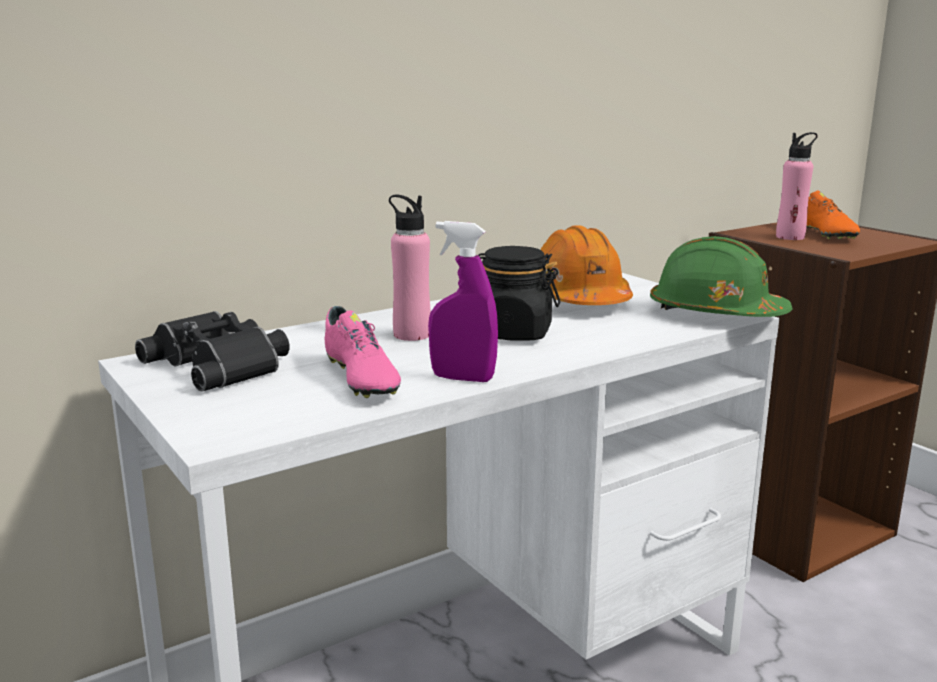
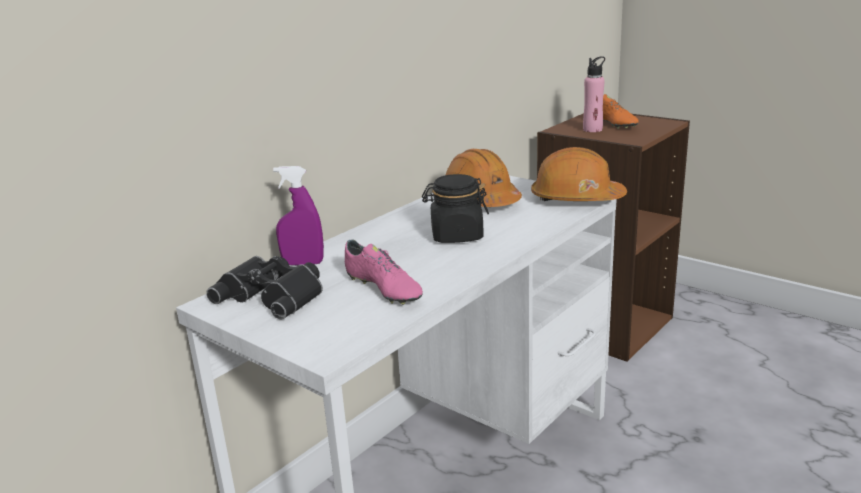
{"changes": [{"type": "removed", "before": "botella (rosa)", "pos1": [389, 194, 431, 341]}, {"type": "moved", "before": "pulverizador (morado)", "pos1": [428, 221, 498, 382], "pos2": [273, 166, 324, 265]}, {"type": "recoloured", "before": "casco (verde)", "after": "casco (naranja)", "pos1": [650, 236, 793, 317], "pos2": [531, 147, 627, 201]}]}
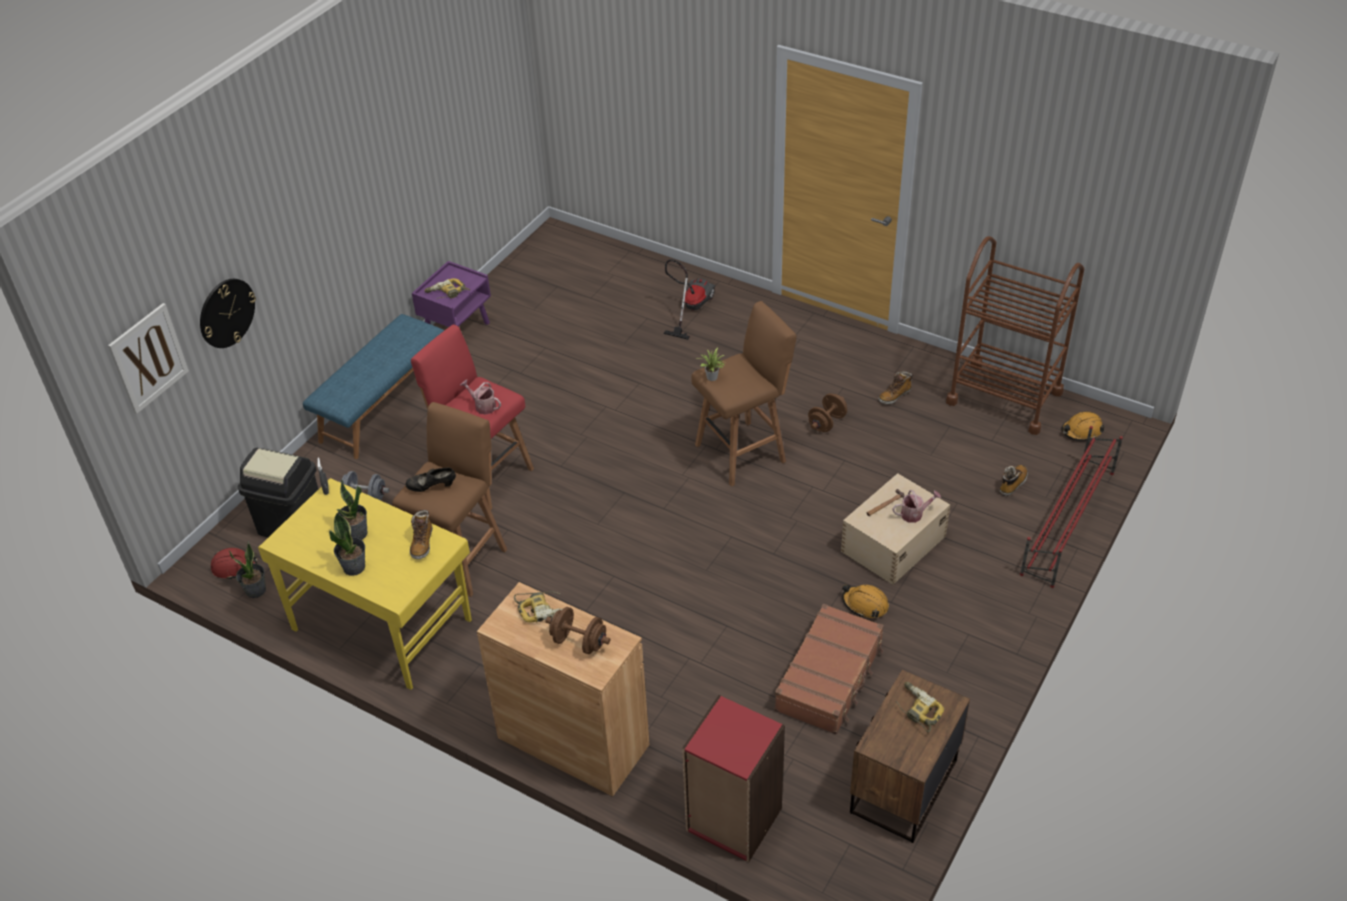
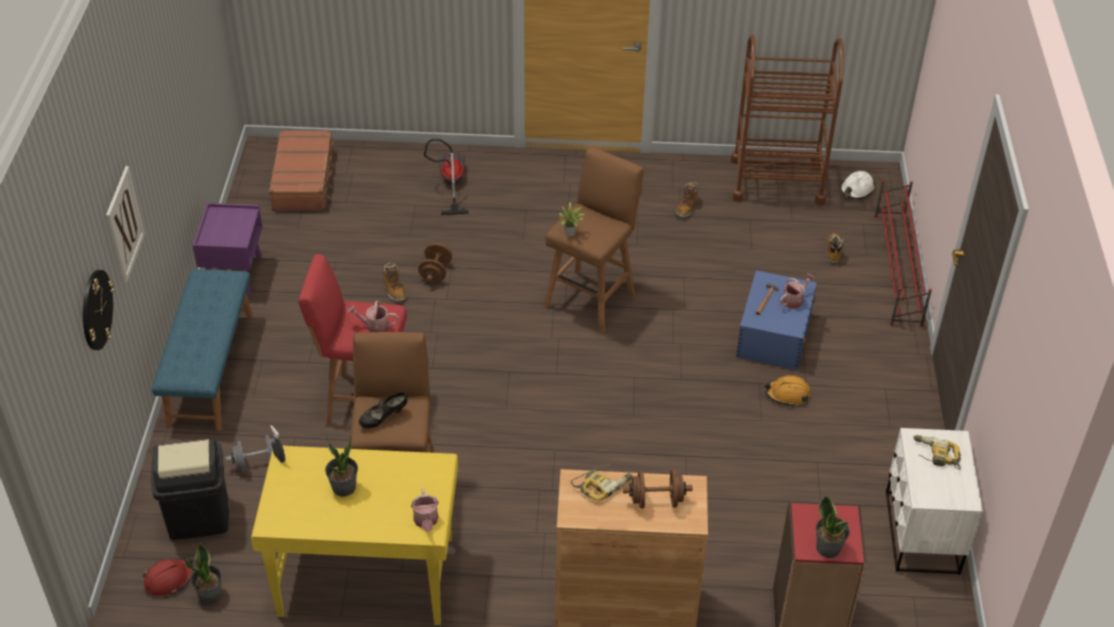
{"changes": [{"type": "removed", "before": "taladro", "pos1": [424, 278, 470, 299]}, {"type": "moved", "before": "cuadro", "pos1": [108, 303, 189, 414], "pos2": [106, 166, 145, 284]}, {"type": "moved", "before": "mancuerna (marrón)", "pos1": [808, 393, 847, 432], "pos2": [418, 243, 452, 283]}, {"type": "recoloured", "before": "casco (naranja)", "after": "casco (blanco)", "pos1": [1061, 412, 1104, 441], "pos2": [840, 171, 876, 199]}, {"type": "recoloured", "before": "caja de almacenaje (beis)", "after": "caja de almacenaje (azul)", "pos1": [841, 473, 951, 585], "pos2": [736, 270, 817, 370]}, {"type": "moved", "before": "bota", "pos1": [410, 510, 433, 559], "pos2": [383, 262, 406, 301]}, {"type": "moved", "before": "planta en maceta", "pos1": [329, 513, 365, 576], "pos2": [816, 496, 850, 558]}, {"type": "moved", "before": "maleta (marrón)", "pos1": [774, 604, 884, 734], "pos2": [269, 130, 337, 211]}, {"type": "recoloured", "before": "mesita de noche (marrón)", "after": "mesita de noche (blanco)", "pos1": [850, 670, 970, 843], "pos2": [886, 428, 983, 575]}, {"type": "added", "after": "regadera", "pos2": [411, 488, 439, 532]}]}
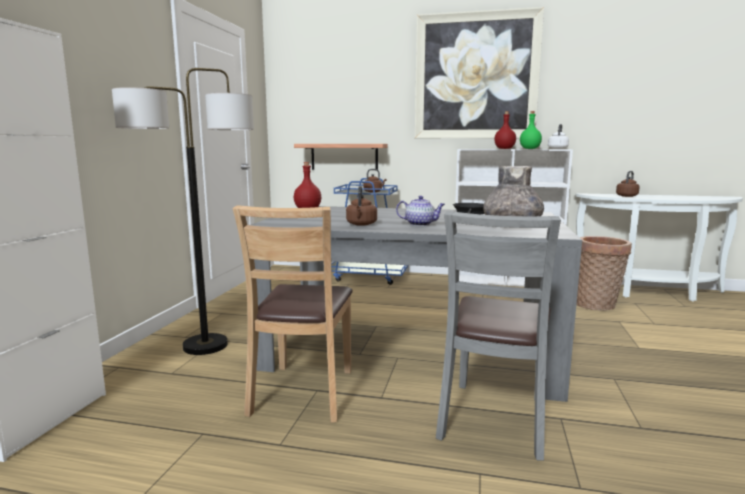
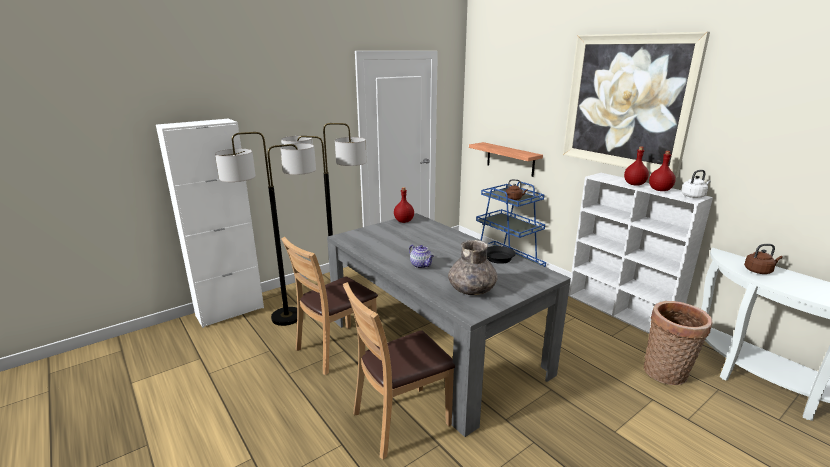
{"changes": [{"type": "recoloured", "before": "botella (verde)", "after": "botella (rojo)", "pos1": [520, 111, 542, 149], "pos2": [649, 151, 676, 191]}, {"type": "removed", "before": "hervidor (marrón)", "pos1": [346, 185, 377, 226]}, {"type": "recoloured", "before": "silla (gris)", "after": "silla (marrón)", "pos1": [436, 211, 561, 461], "pos2": [343, 282, 455, 460]}, {"type": "added", "after": "lámpara de pie", "pos2": [215, 132, 316, 326]}]}
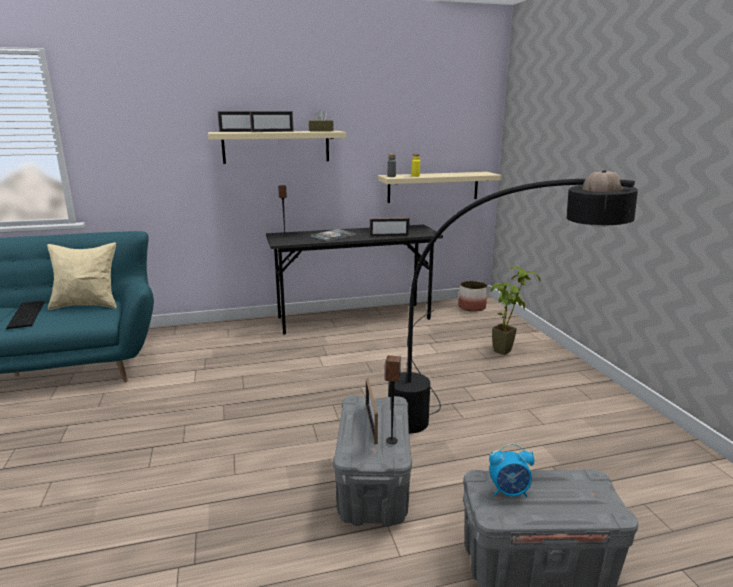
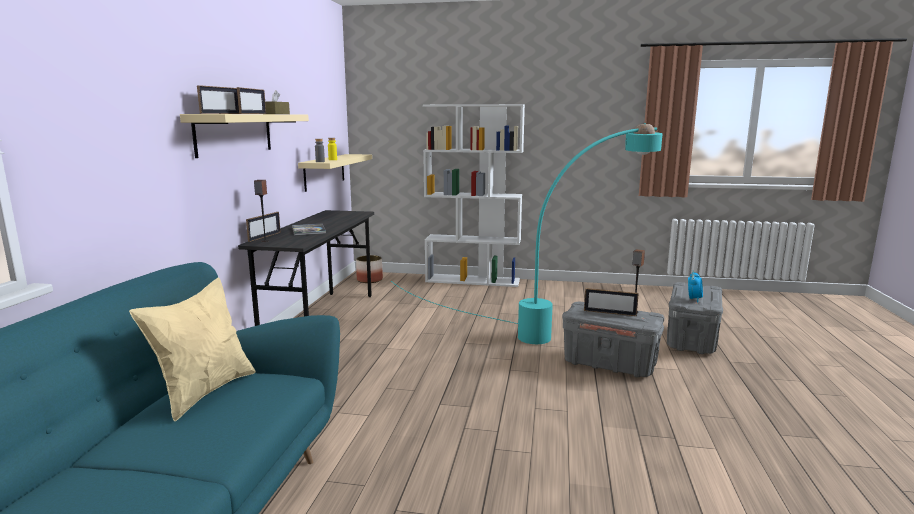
{"changes": [{"type": "recoloured", "before": "lámpara de pie (negro)", "after": "lámpara de pie (turquesa)", "pos1": [388, 170, 638, 433], "pos2": [391, 123, 662, 344]}, {"type": "moved", "before": "portarretratos", "pos1": [370, 218, 410, 237], "pos2": [246, 212, 281, 242]}, {"type": "removed", "before": "planta en maceta", "pos1": [491, 266, 541, 355]}, {"type": "removed", "before": "teclado", "pos1": [6, 301, 45, 329]}, {"type": "added", "after": "estantería (blanco)", "pos2": [423, 104, 525, 287]}]}
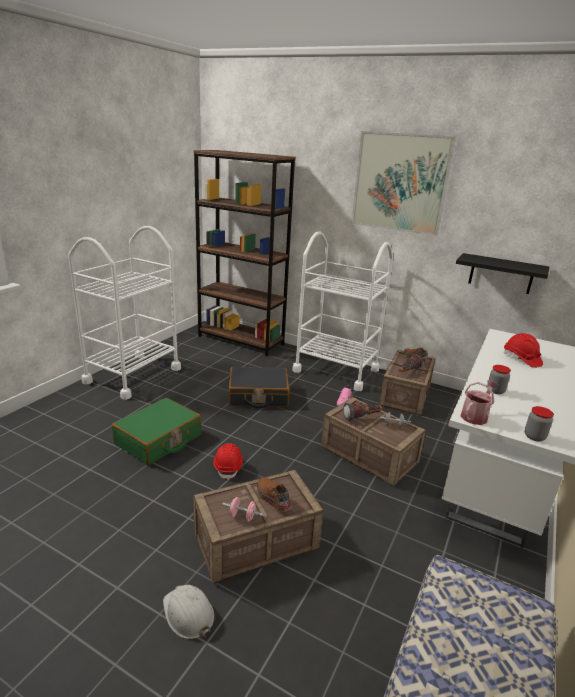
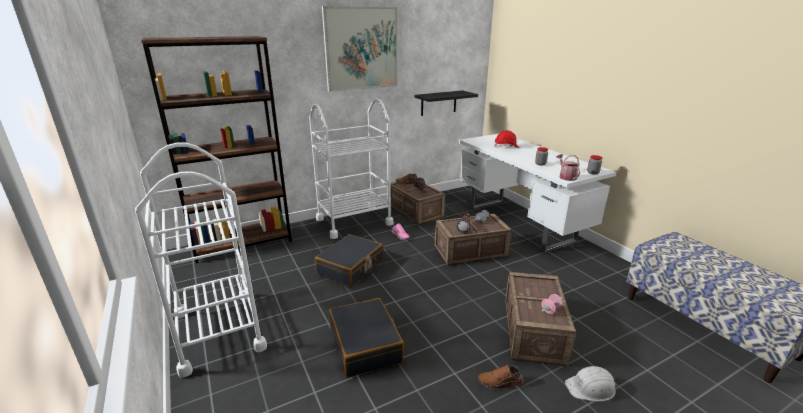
{"changes": [{"type": "recoloured", "before": "maleta (verde)", "after": "maleta (negro)", "pos1": [112, 398, 202, 465], "pos2": [329, 298, 404, 378]}, {"type": "removed", "before": "casco (rojo)", "pos1": [213, 444, 243, 480]}, {"type": "moved", "before": "zapato (marrón)", "pos1": [257, 477, 291, 512], "pos2": [478, 365, 524, 390]}]}
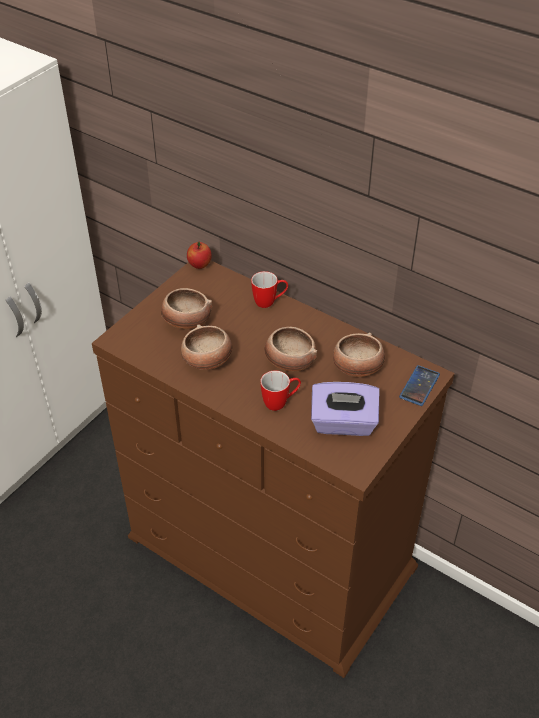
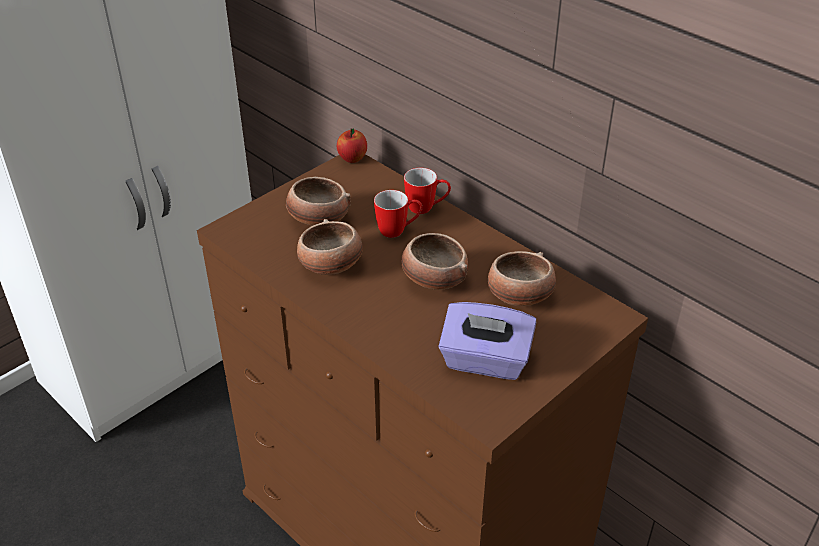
{"changes": [{"type": "removed", "before": "móvil", "pos1": [399, 365, 440, 406]}, {"type": "moved", "before": "taza grande", "pos1": [261, 370, 301, 411], "pos2": [374, 190, 422, 238]}]}
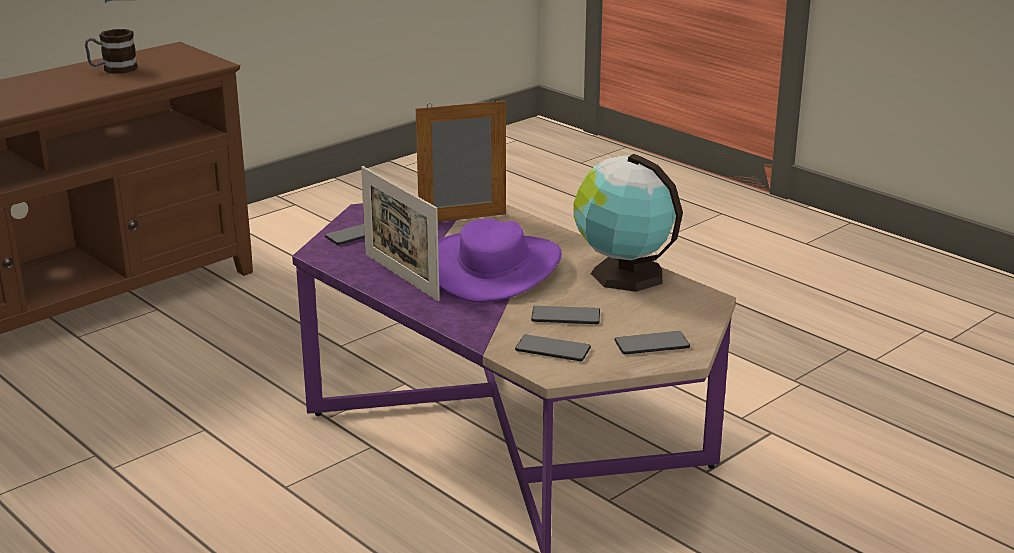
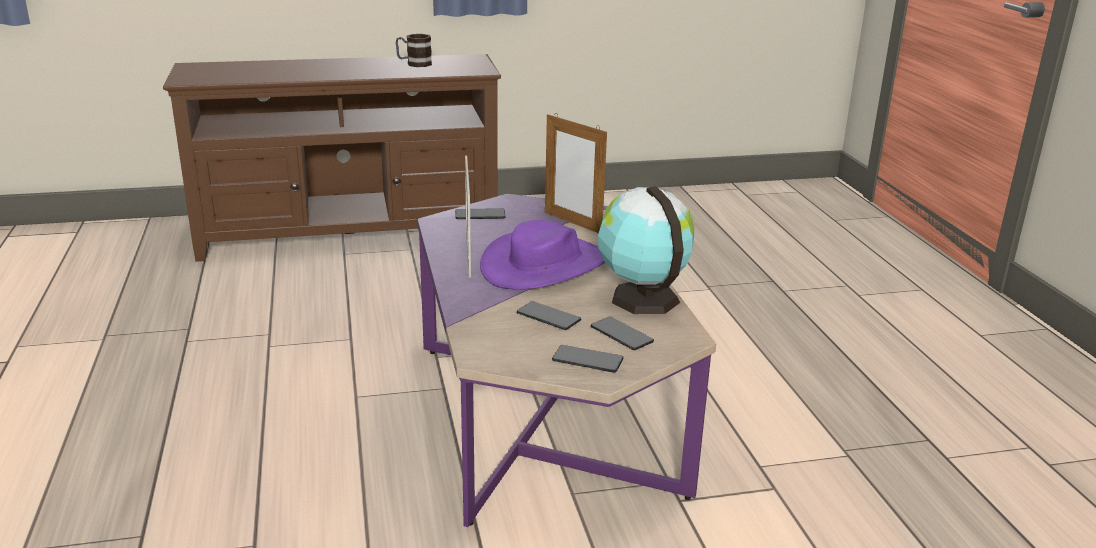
{"changes": [{"type": "turned", "before": "portarretratos", "pos1": [416, 98, 506, 222], "pos2": [545, 113, 607, 233], "turn": -150}, {"type": "moved", "before": "móvil", "pos1": [515, 334, 591, 361], "pos2": [591, 317, 654, 350]}]}
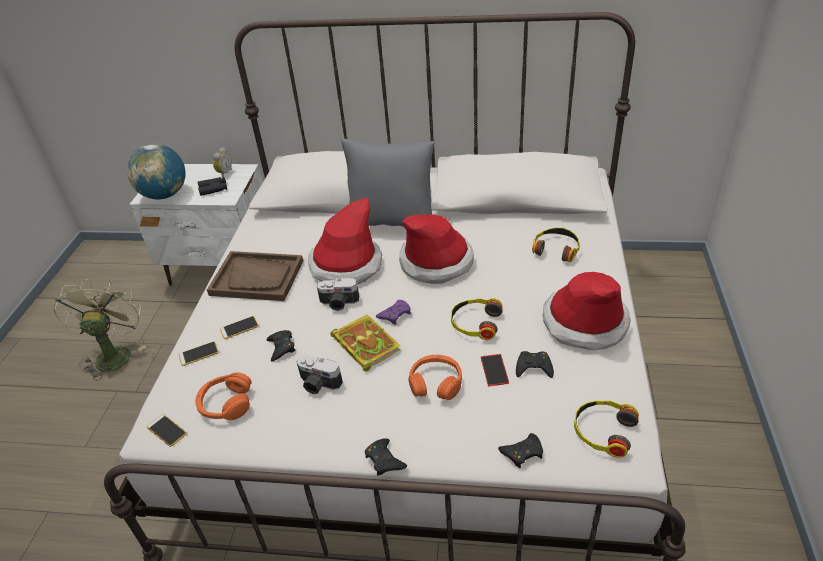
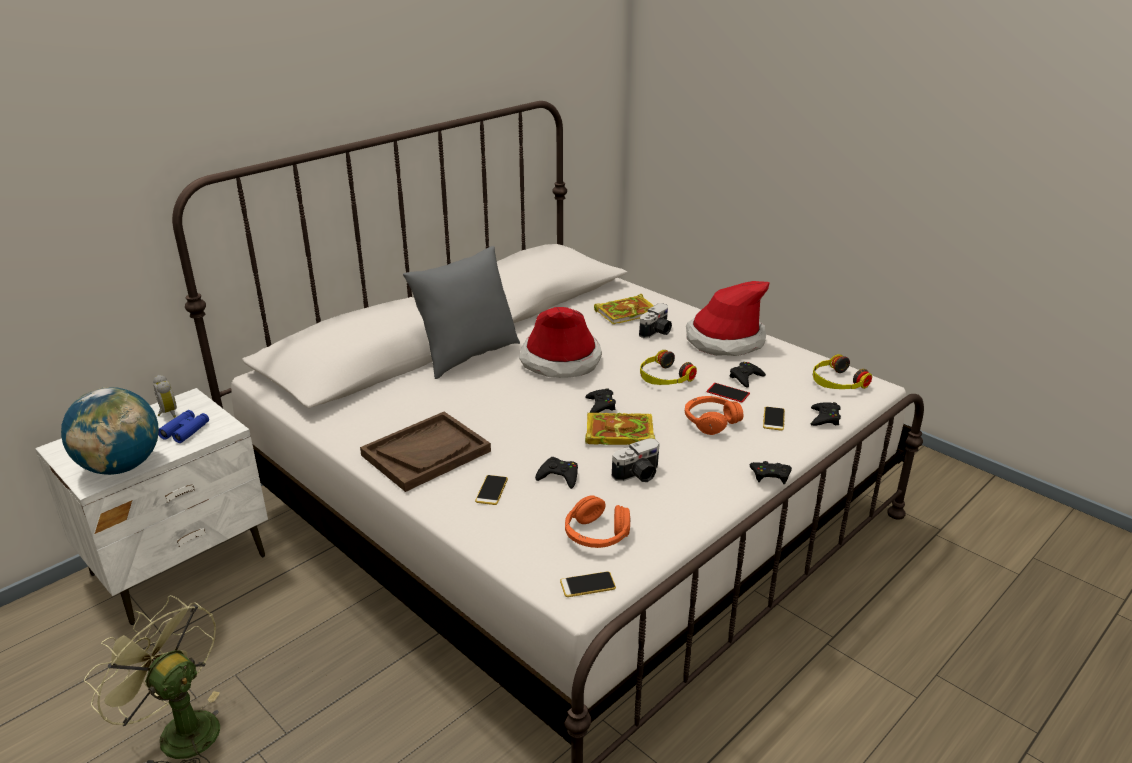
{"changes": [{"type": "recoloured", "before": "prismáticos (negro)", "after": "prismáticos (azul)", "pos1": [198, 177, 227, 196], "pos2": [158, 410, 209, 443]}, {"type": "removed", "before": "sombrero", "pos1": [309, 197, 382, 285]}, {"type": "replaced", "before": "auriculares", "after": "libro", "pos1": [532, 227, 580, 262], "pos2": [594, 294, 654, 324]}, {"type": "moved", "before": "cámara", "pos1": [317, 278, 359, 311], "pos2": [639, 303, 672, 338]}, {"type": "recoloured", "before": "mando de consola (morado)", "after": "mando de consola (negro)", "pos1": [376, 300, 411, 325], "pos2": [585, 388, 616, 413]}, {"type": "moved", "before": "móvil", "pos1": [179, 342, 219, 366], "pos2": [763, 407, 785, 431]}]}
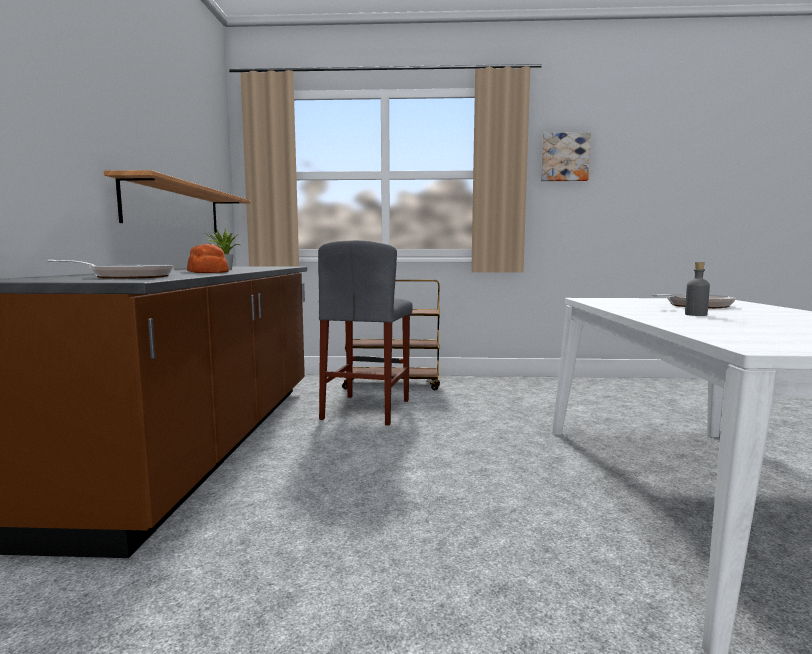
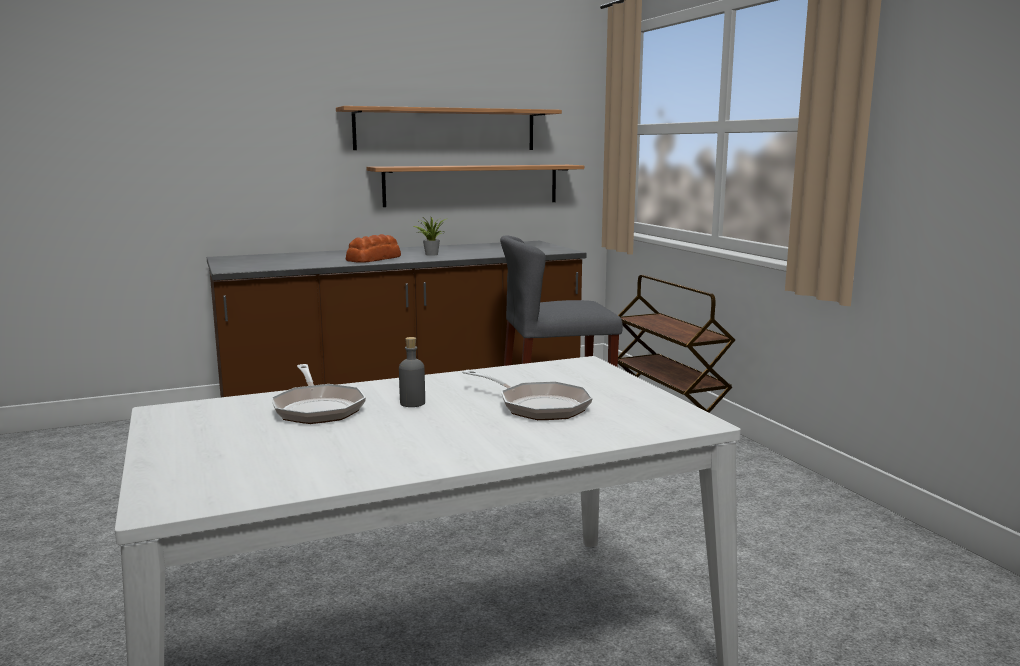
{"changes": [{"type": "removed", "before": "cuadro", "pos1": [541, 132, 591, 181]}, {"type": "moved", "before": "sartén", "pos1": [47, 260, 174, 279], "pos2": [271, 364, 366, 424]}, {"type": "added", "after": "estante", "pos2": [336, 106, 562, 150]}]}
